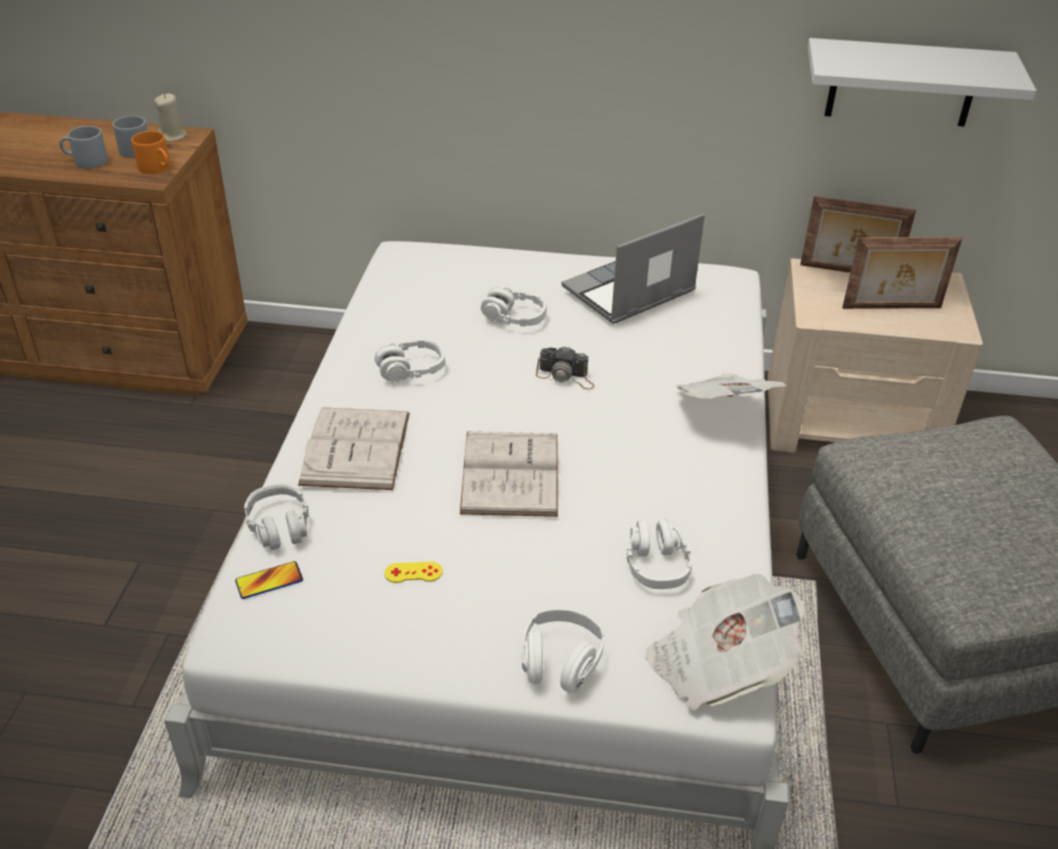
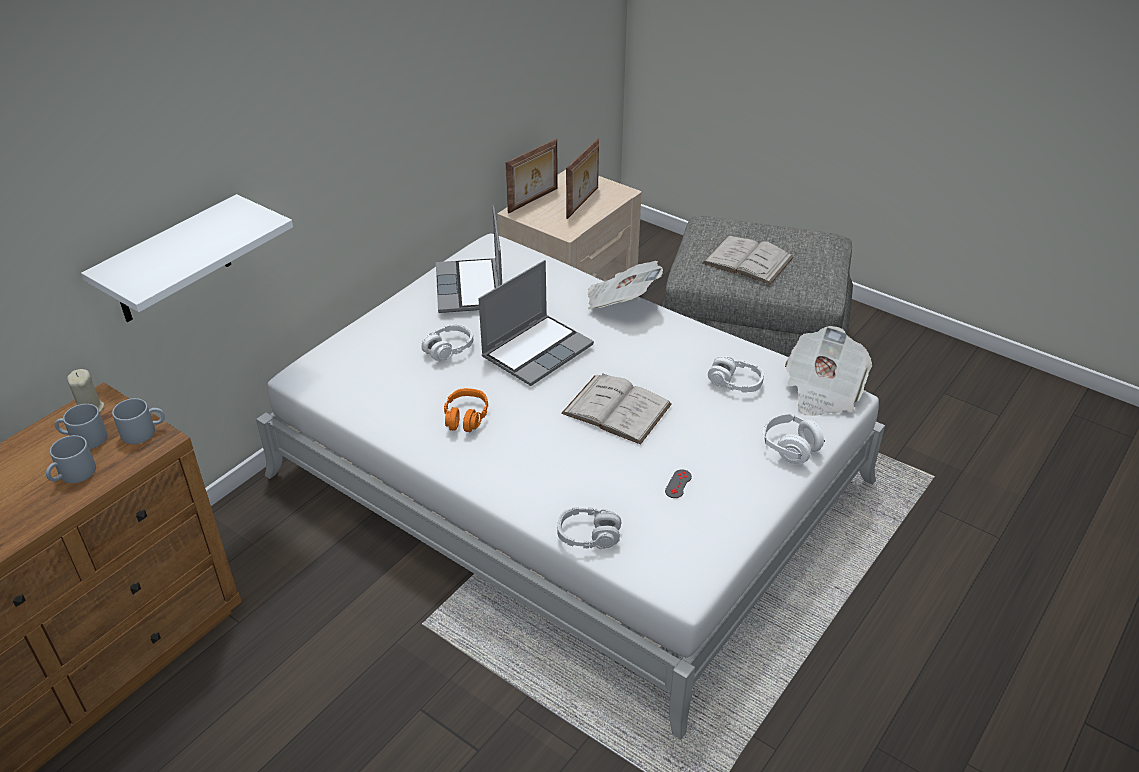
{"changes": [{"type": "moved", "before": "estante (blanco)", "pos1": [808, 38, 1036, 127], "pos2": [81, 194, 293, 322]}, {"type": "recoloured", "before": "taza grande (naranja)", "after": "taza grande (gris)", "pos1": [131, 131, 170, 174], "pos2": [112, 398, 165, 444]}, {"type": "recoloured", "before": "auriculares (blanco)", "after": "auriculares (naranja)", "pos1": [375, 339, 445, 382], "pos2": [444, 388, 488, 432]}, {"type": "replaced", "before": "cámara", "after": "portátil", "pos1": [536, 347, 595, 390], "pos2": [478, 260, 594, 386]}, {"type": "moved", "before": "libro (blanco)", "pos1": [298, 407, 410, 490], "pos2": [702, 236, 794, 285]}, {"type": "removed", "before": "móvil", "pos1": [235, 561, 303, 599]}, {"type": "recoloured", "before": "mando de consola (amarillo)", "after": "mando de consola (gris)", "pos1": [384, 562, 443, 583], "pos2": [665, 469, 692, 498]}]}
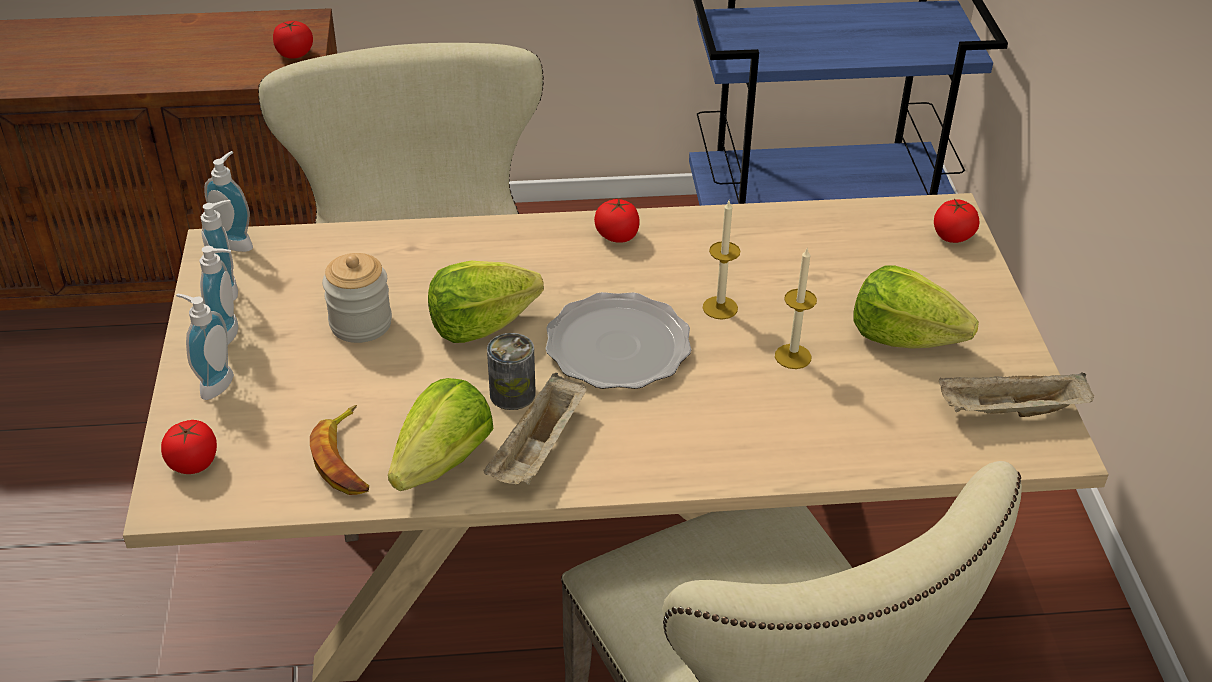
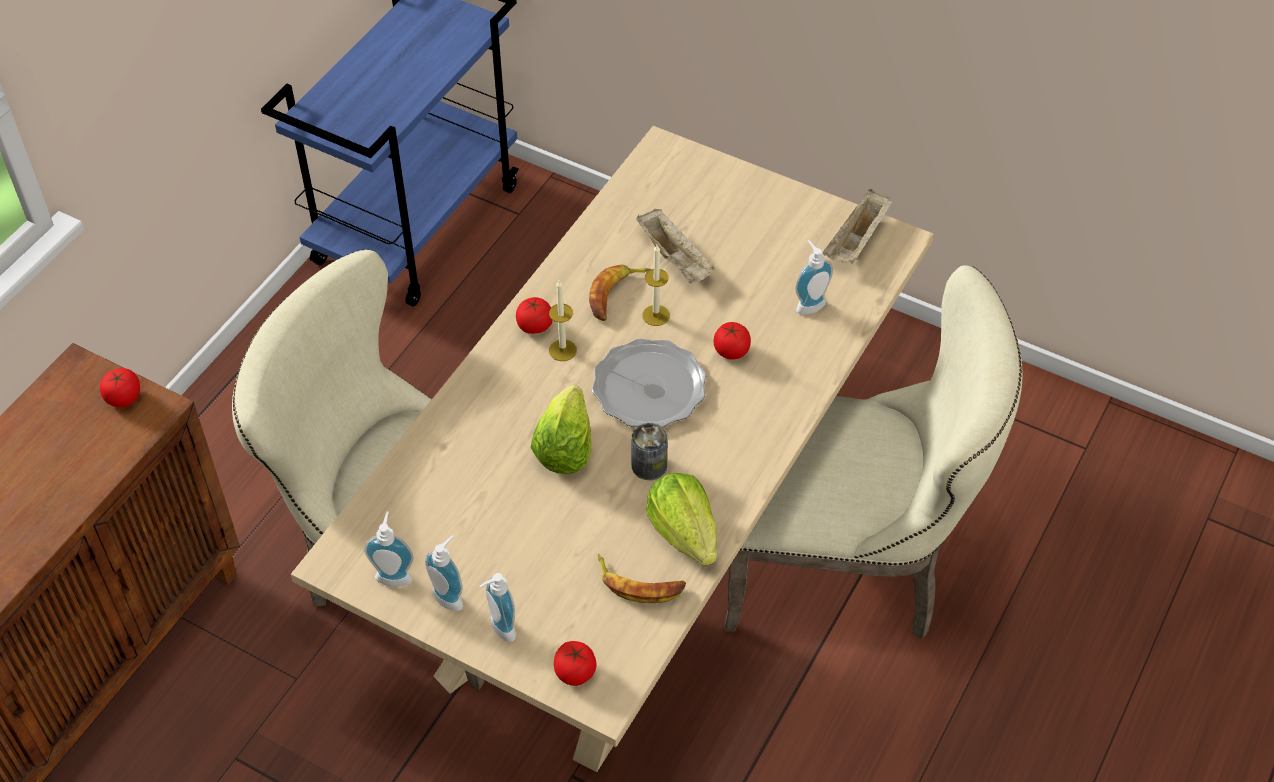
{"changes": [{"type": "moved", "before": "dispensador de jabón", "pos1": [204, 151, 253, 252], "pos2": [795, 240, 833, 315]}, {"type": "moved", "before": "tomate", "pos1": [934, 199, 979, 243], "pos2": [714, 322, 751, 360]}, {"type": "moved", "before": "vela", "pos1": [775, 247, 817, 369], "pos2": [549, 280, 577, 361]}, {"type": "removed", "before": "tarro", "pos1": [322, 253, 392, 343]}, {"type": "removed", "before": "lechuga", "pos1": [853, 266, 979, 348]}, {"type": "moved", "before": "bandeja (beis)", "pos1": [484, 373, 587, 485], "pos2": [636, 209, 715, 284]}, {"type": "added", "after": "plátano", "pos2": [589, 264, 651, 321]}]}
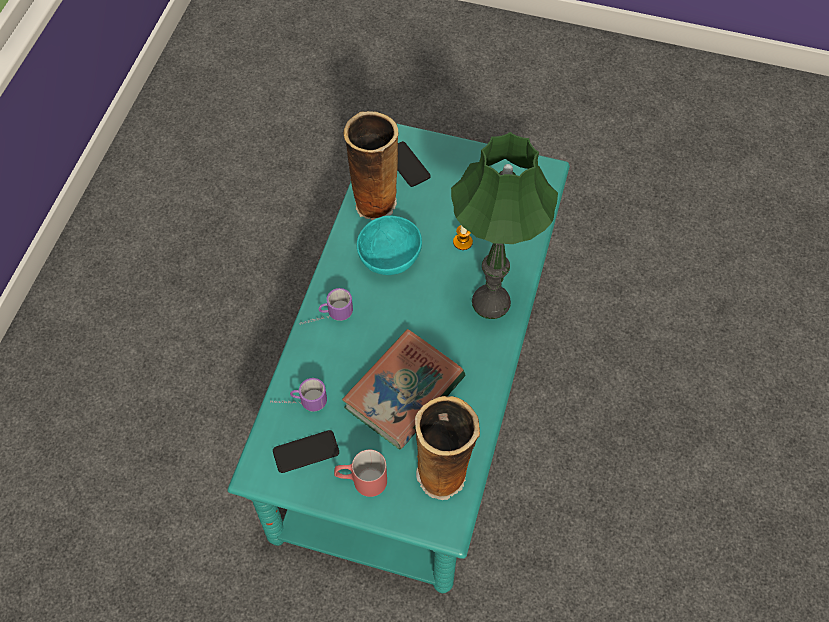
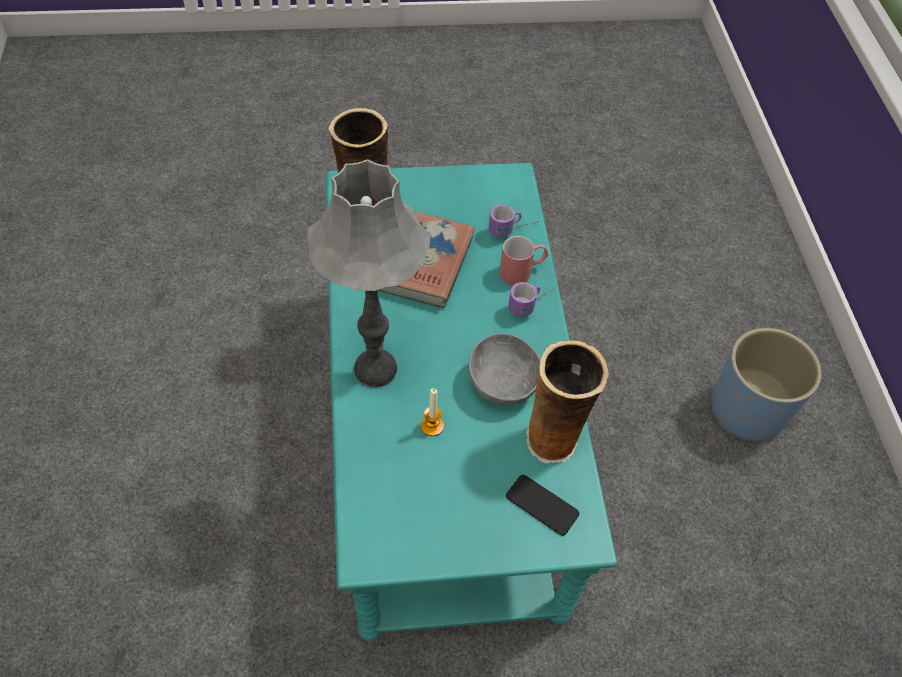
{"changes": [{"type": "recoloured", "before": "lámpara de mesa (verde)", "after": "lámpara de mesa (gris)", "pos1": [451, 132, 558, 319], "pos2": [307, 159, 431, 387]}, {"type": "recoloured", "before": "cuenco (turquesa)", "after": "cuenco (gris)", "pos1": [357, 215, 422, 275], "pos2": [469, 333, 541, 405]}, {"type": "removed", "before": "móvil", "pos1": [273, 430, 339, 473]}, {"type": "moved", "before": "taza grande (rojo)", "pos1": [334, 450, 387, 497], "pos2": [499, 236, 548, 285]}, {"type": "added", "after": "maceta (azul)", "pos2": [711, 328, 822, 441]}]}
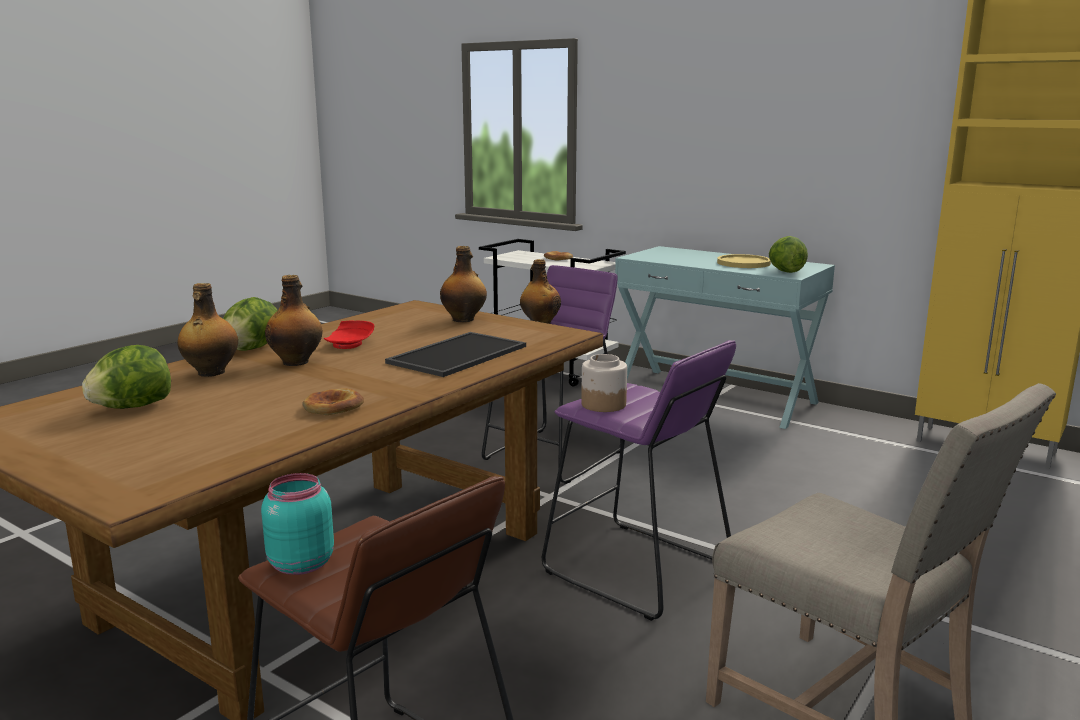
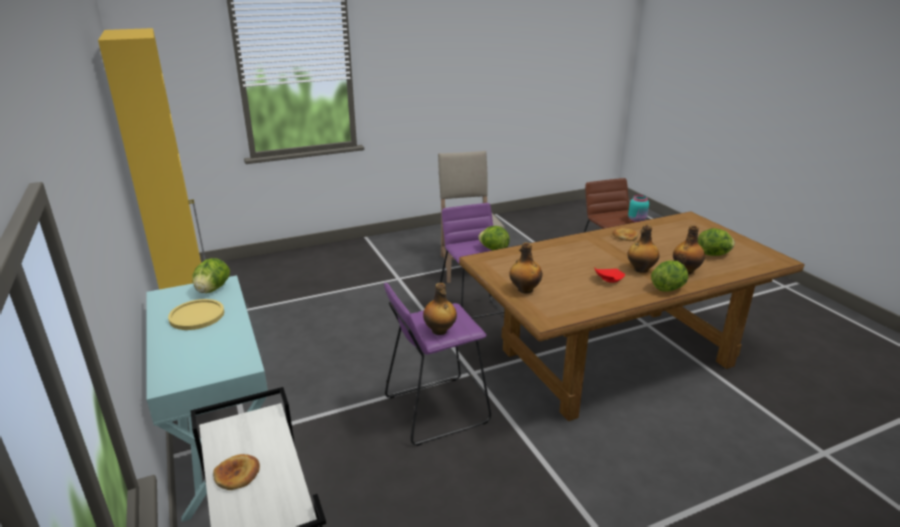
{"changes": [{"type": "removed", "before": "bandeja", "pos1": [385, 332, 526, 377]}, {"type": "replaced", "before": "tarro", "after": "lechuga", "pos1": [581, 354, 627, 412], "pos2": [478, 226, 510, 250]}]}
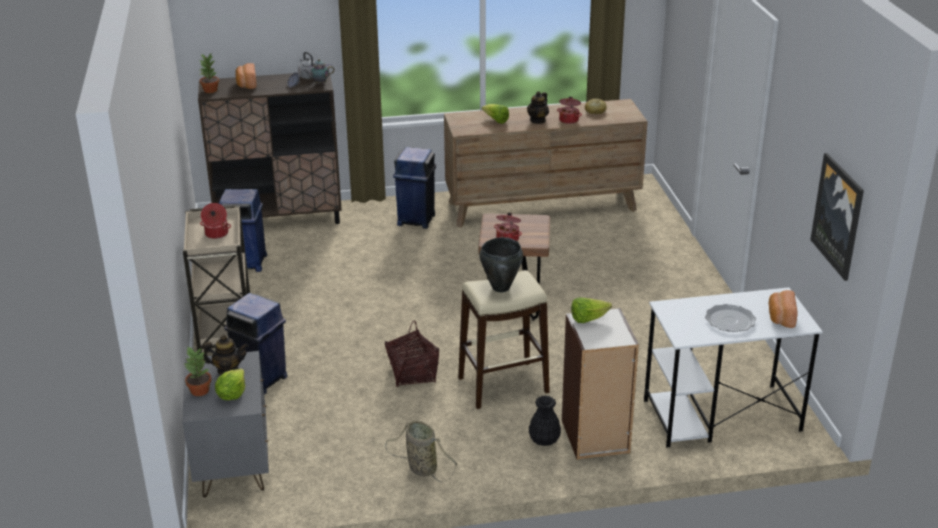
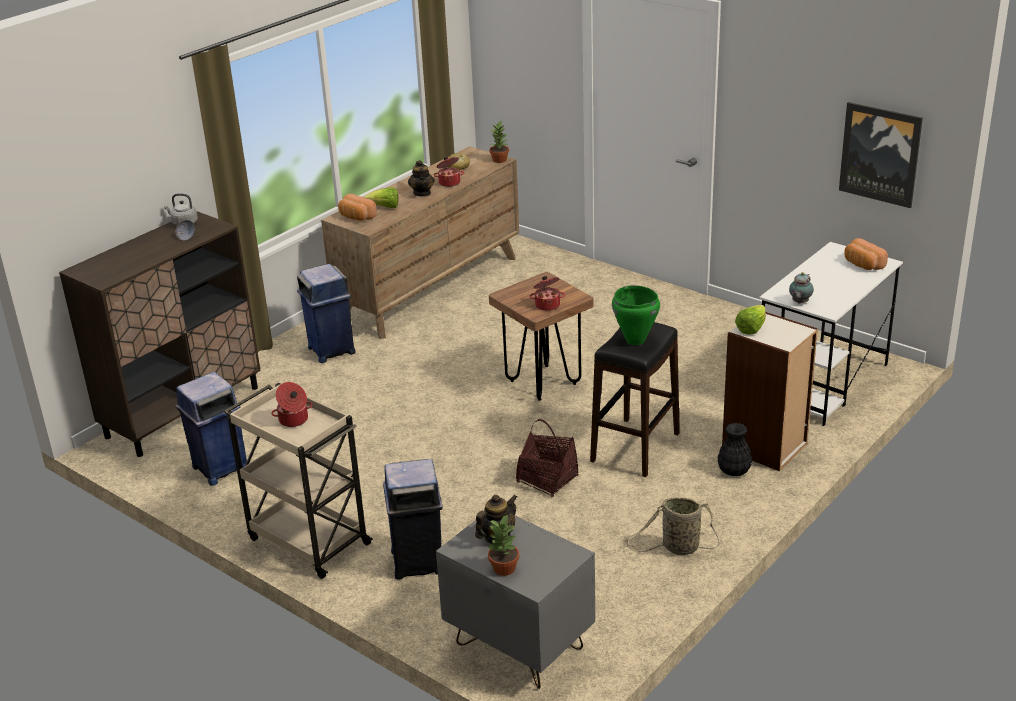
{"changes": [{"type": "moved", "before": "planta en maceta", "pos1": [199, 54, 219, 93], "pos2": [489, 120, 509, 163]}, {"type": "moved", "before": "tetera", "pos1": [304, 59, 335, 84], "pos2": [789, 272, 814, 304]}, {"type": "moved", "before": "pan", "pos1": [236, 63, 257, 89], "pos2": [338, 194, 377, 221]}, {"type": "recoloured", "before": "olla (negro)", "after": "olla (verde)", "pos1": [479, 237, 523, 292], "pos2": [612, 285, 660, 345]}, {"type": "recoloured", "before": "taburete (beis)", "after": "taburete (negro)", "pos1": [458, 270, 550, 409], "pos2": [590, 322, 680, 477]}, {"type": "removed", "before": "plato", "pos1": [705, 304, 756, 332]}, {"type": "removed", "before": "lechuga", "pos1": [215, 368, 245, 400]}]}
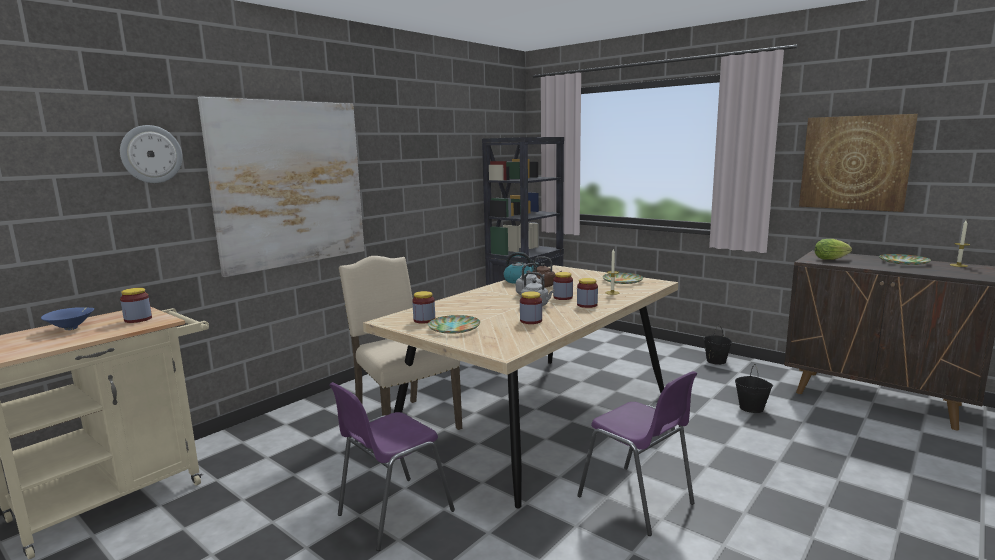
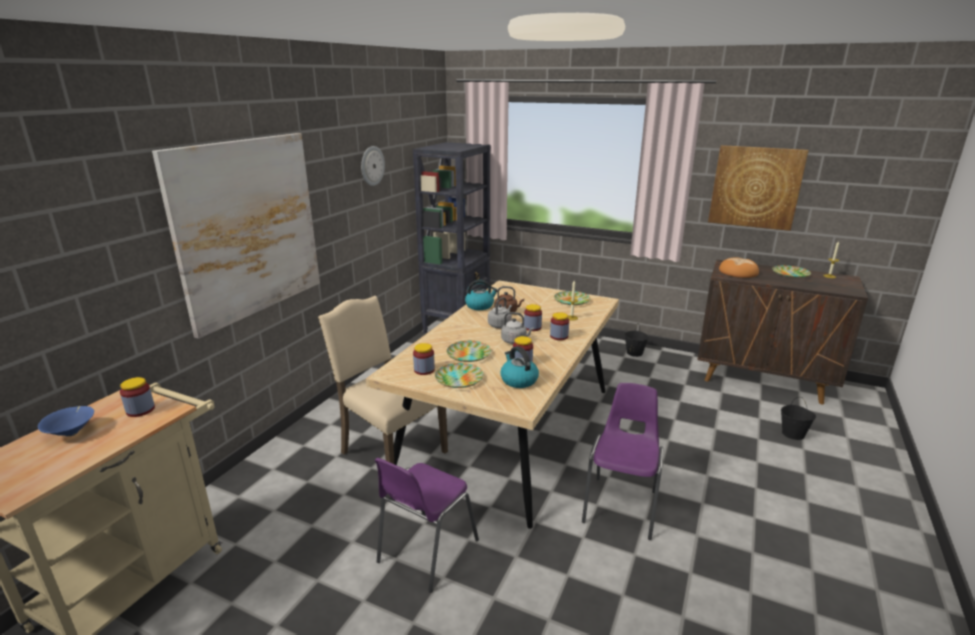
{"changes": [{"type": "moved", "before": "reloj de pared", "pos1": [120, 125, 182, 183], "pos2": [361, 146, 385, 186]}, {"type": "replaced", "before": "lechuga", "after": "pan", "pos1": [815, 239, 852, 260], "pos2": [719, 257, 759, 278]}, {"type": "moved", "before": "cubo (negro)", "pos1": [735, 364, 773, 413], "pos2": [781, 397, 816, 440]}, {"type": "turned", "before": "silla (morado)", "pos1": [577, 371, 697, 536], "pos2": [582, 383, 663, 540], "turn": -105}, {"type": "added", "after": "plato", "pos2": [447, 341, 491, 362]}, {"type": "added", "after": "hervidor", "pos2": [500, 346, 539, 388]}]}
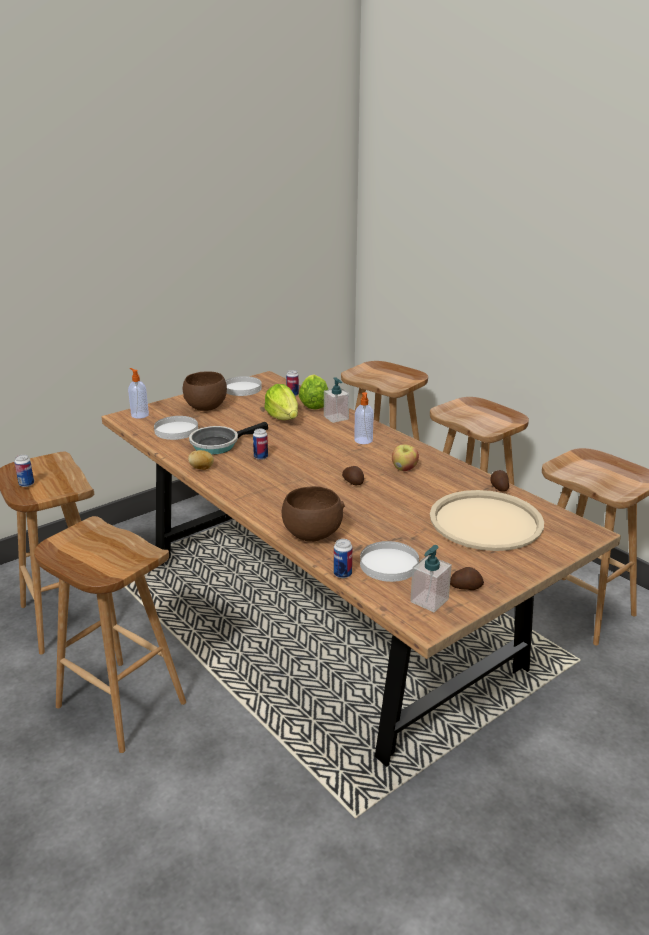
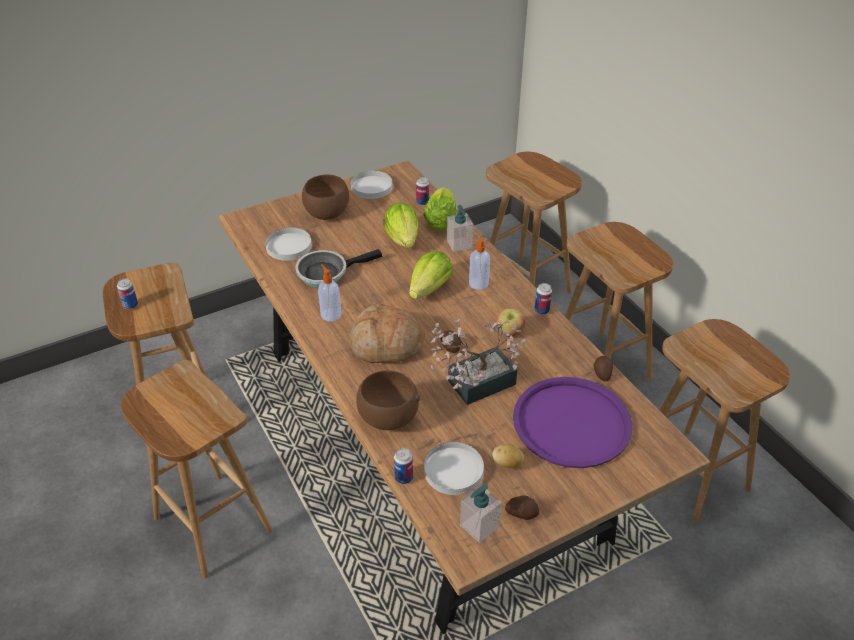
{"changes": [{"type": "moved", "before": "dispensador de jabón", "pos1": [128, 368, 149, 419], "pos2": [318, 264, 341, 322]}, {"type": "moved", "before": "lata", "pos1": [253, 429, 268, 460], "pos2": [534, 283, 552, 315]}, {"type": "moved", "before": "patata", "pos1": [188, 450, 214, 470], "pos2": [492, 444, 524, 468]}, {"type": "recoloured", "before": "bandeja (beis)", "after": "bandeja (morado)", "pos1": [430, 490, 544, 551], "pos2": [513, 377, 632, 468]}, {"type": "added", "after": "lechuga", "pos2": [409, 251, 453, 299]}, {"type": "added", "after": "pan", "pos2": [350, 304, 425, 363]}, {"type": "added", "after": "planta en maceta", "pos2": [430, 319, 525, 405]}]}
